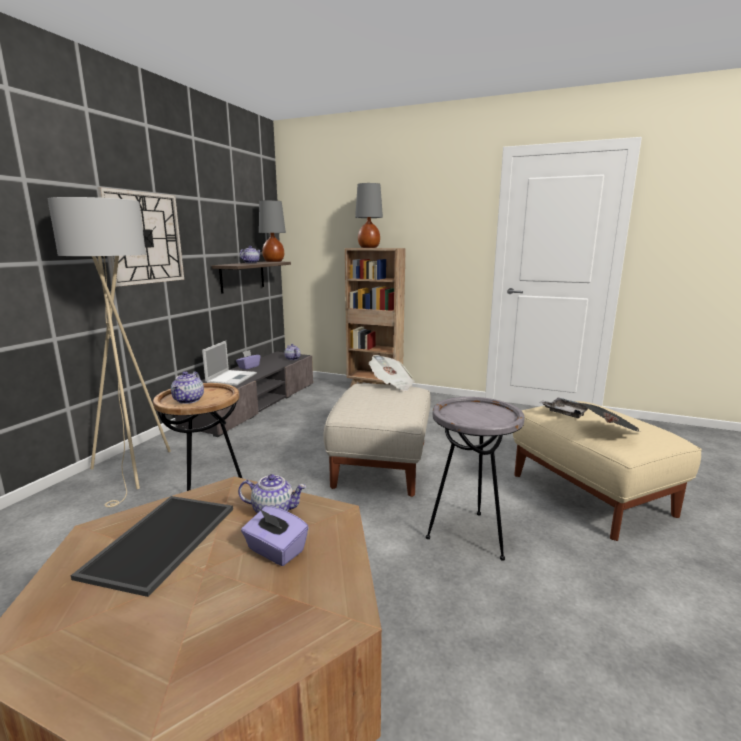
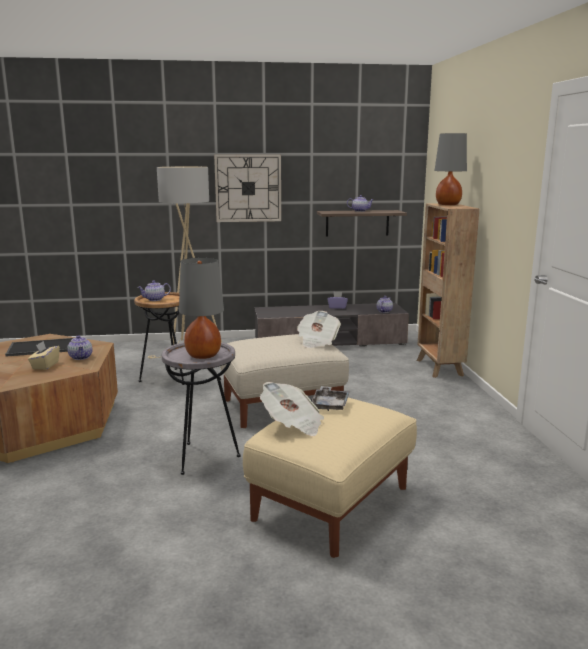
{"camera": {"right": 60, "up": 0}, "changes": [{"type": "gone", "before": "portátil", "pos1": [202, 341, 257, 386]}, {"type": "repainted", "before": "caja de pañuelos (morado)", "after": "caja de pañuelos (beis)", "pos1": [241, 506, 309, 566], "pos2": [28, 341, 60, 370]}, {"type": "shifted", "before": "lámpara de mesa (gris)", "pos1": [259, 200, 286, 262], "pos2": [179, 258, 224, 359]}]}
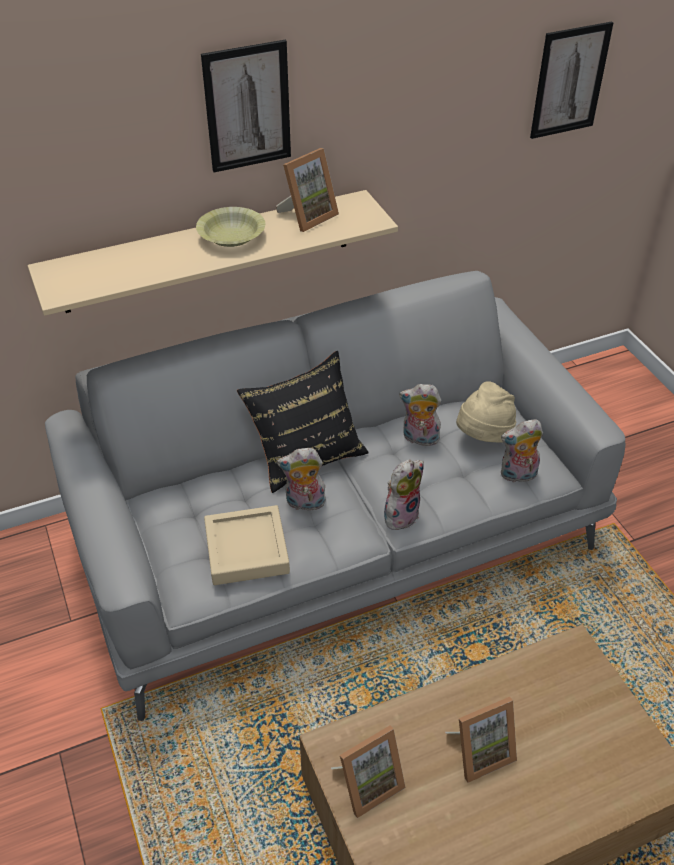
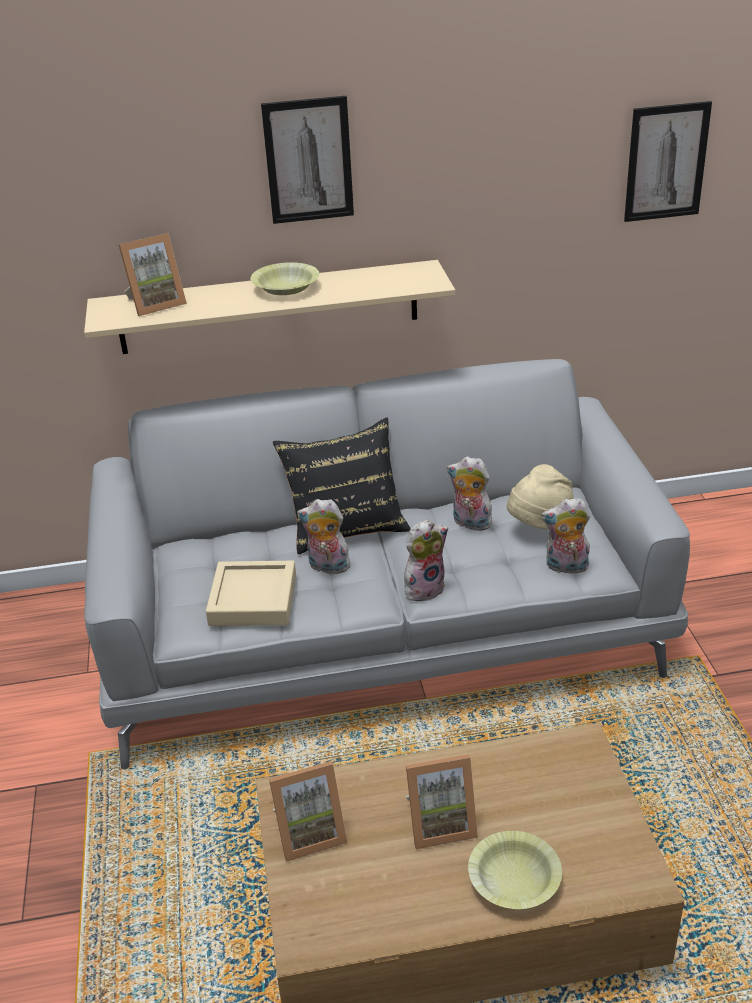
{"camera": {"right": 15, "up": -10}, "changes": [{"type": "shifted", "before": "portarretratos", "pos1": [276, 148, 339, 232], "pos2": [119, 233, 187, 316]}, {"type": "new", "after": "cuenco (amarillo)", "pos2": [468, 831, 562, 909]}]}
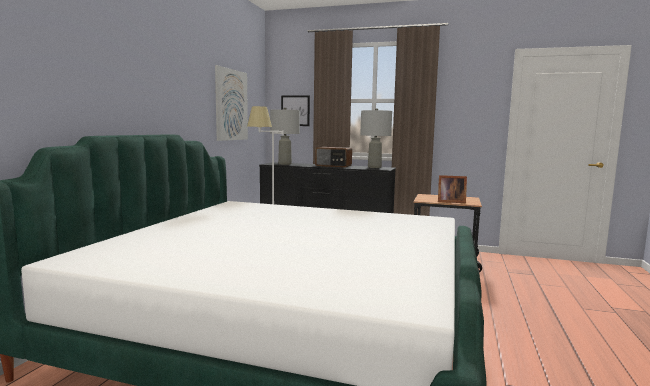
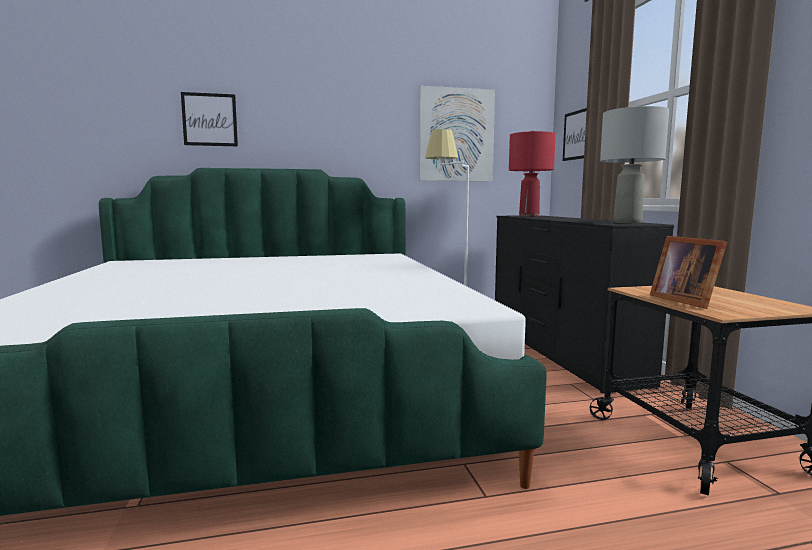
{"camera": {"right": 60, "up": 0}, "changes": [{"type": "repainted", "before": "lámpara de mesa (gris)", "after": "lámpara de mesa (rojo)", "pos1": [270, 108, 300, 165], "pos2": [509, 131, 556, 217]}, {"type": "gone", "before": "radio", "pos1": [315, 147, 352, 167]}, {"type": "new", "after": "cuadro", "pos2": [181, 92, 238, 146]}]}
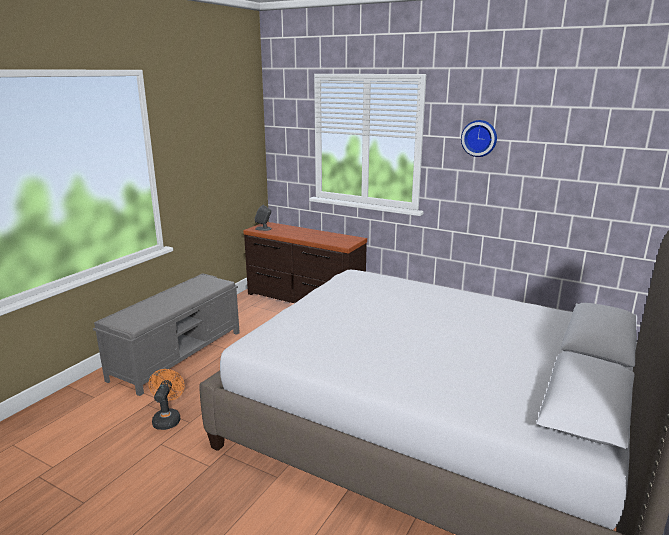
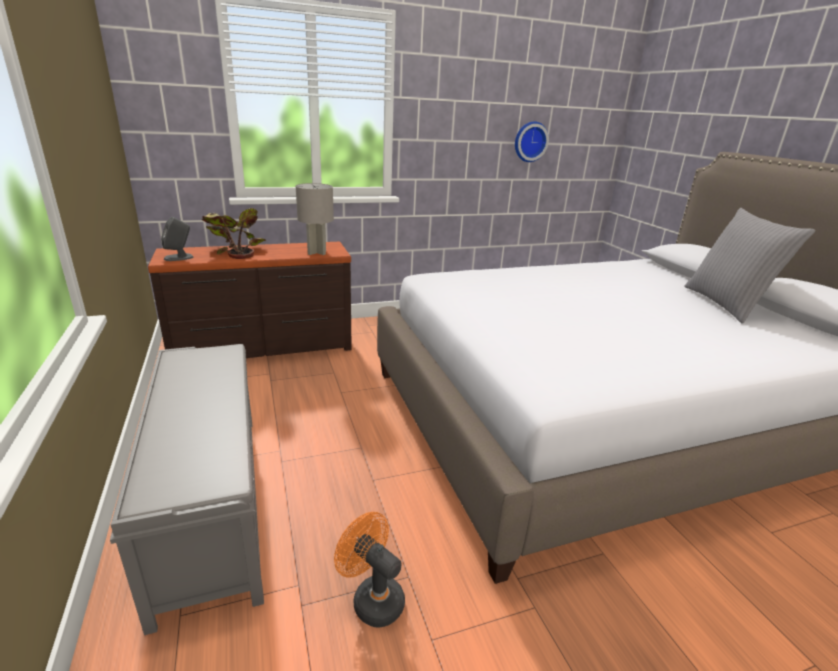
{"camera": {"right": -50, "up": 5}, "changes": [{"type": "shifted", "before": "reloj de pared", "pos1": [461, 120, 497, 157], "pos2": [515, 121, 549, 162]}, {"type": "new", "after": "planta en maceta", "pos2": [202, 208, 266, 259]}, {"type": "new", "after": "lámpara de mesa (gris)", "pos2": [296, 183, 334, 255]}, {"type": "new", "after": "cojín (gris)", "pos2": [684, 208, 815, 324]}]}
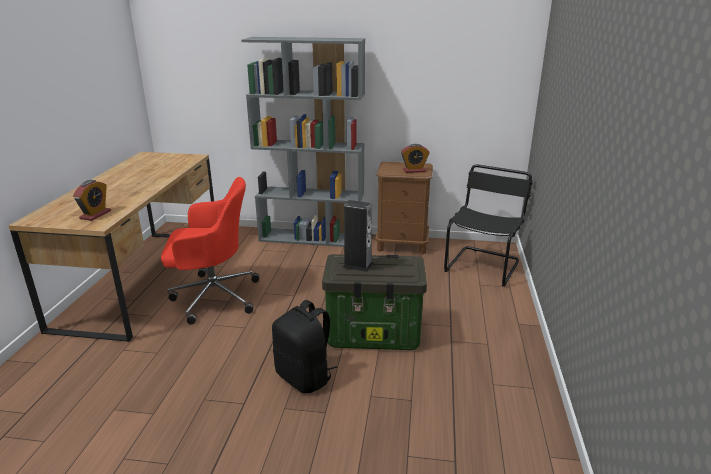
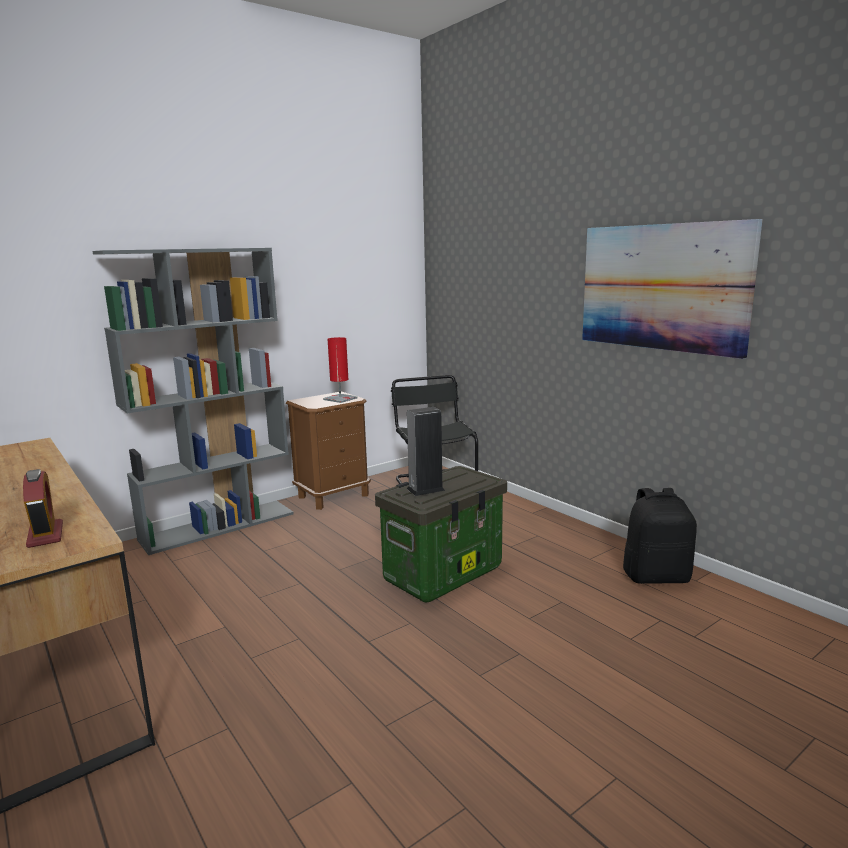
{"camera": {"right": -45, "up": -10}, "changes": [{"type": "gone", "before": "silla de oficina (rojo)", "pos1": [161, 177, 259, 325]}, {"type": "shifted", "before": "mochila (negro)", "pos1": [272, 300, 337, 393], "pos2": [623, 488, 697, 584]}, {"type": "swapped", "before": "despertador", "after": "lámpara de mesa (rojo)", "pos1": [401, 144, 429, 173], "pos2": [323, 337, 357, 403]}, {"type": "new", "after": "cuadro", "pos2": [582, 219, 763, 359]}]}
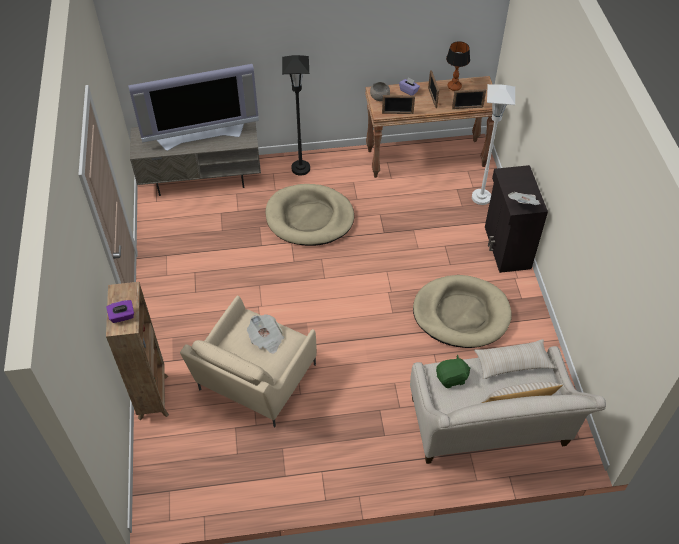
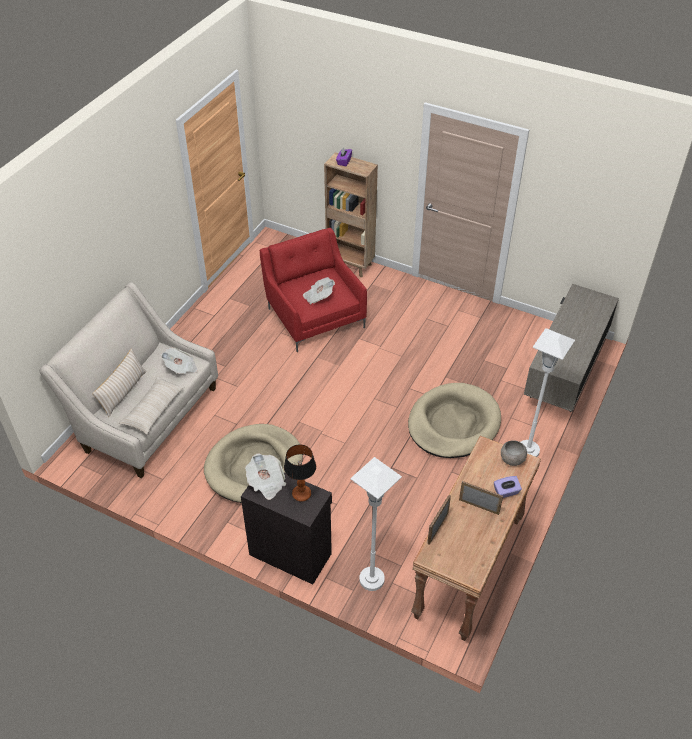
{"camera": {"right": 125, "up": -5}, "changes": [{"type": "gone", "before": "televisor", "pos1": [128, 64, 259, 151]}, {"type": "repainted", "before": "sillón (beis)", "after": "sillón (rojo)", "pos1": [180, 296, 317, 427], "pos2": [260, 228, 367, 352]}, {"type": "repainted", "before": "lámpara de pie (negro)", "after": "lámpara de pie (blanco)", "pos1": [282, 55, 310, 176], "pos2": [521, 328, 575, 457]}, {"type": "gone", "before": "portarretratos", "pos1": [382, 95, 415, 114]}, {"type": "swapped", "before": "peluche (verde)", "after": "periódico", "pos1": [436, 355, 471, 388], "pos2": [161, 348, 198, 374]}, {"type": "shifted", "before": "lámpara de mesa", "pos1": [446, 41, 470, 91], "pos2": [284, 444, 316, 502]}]}
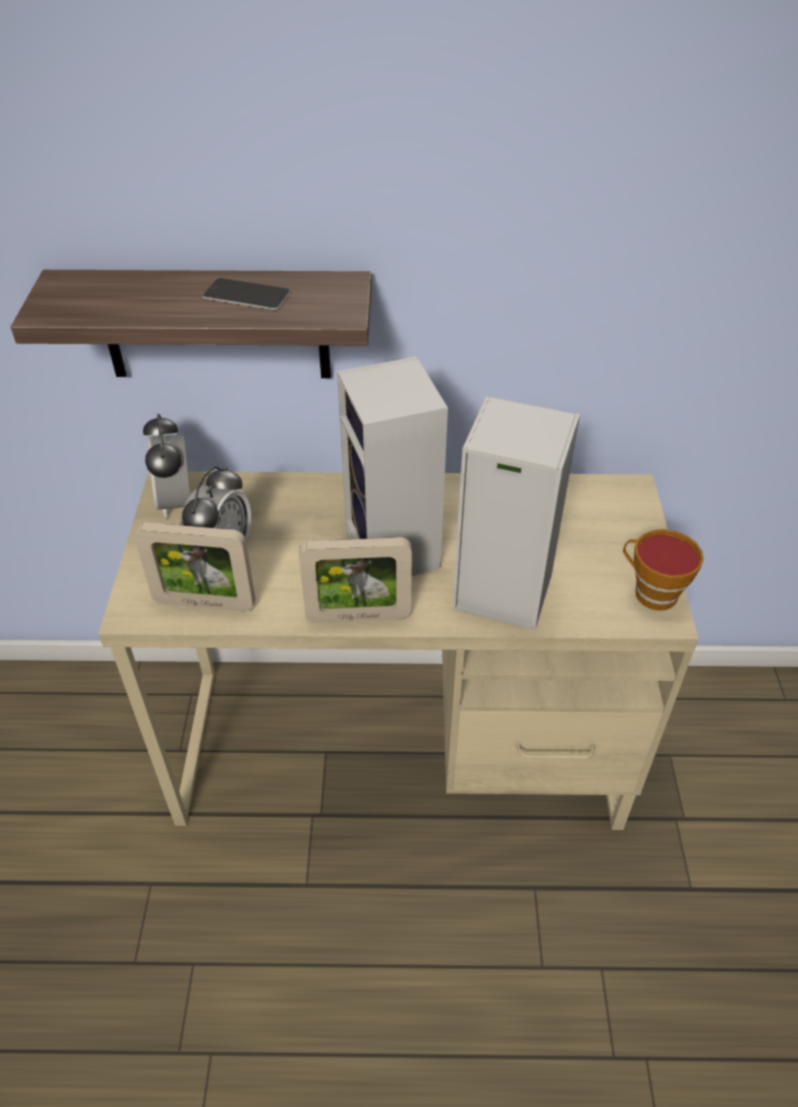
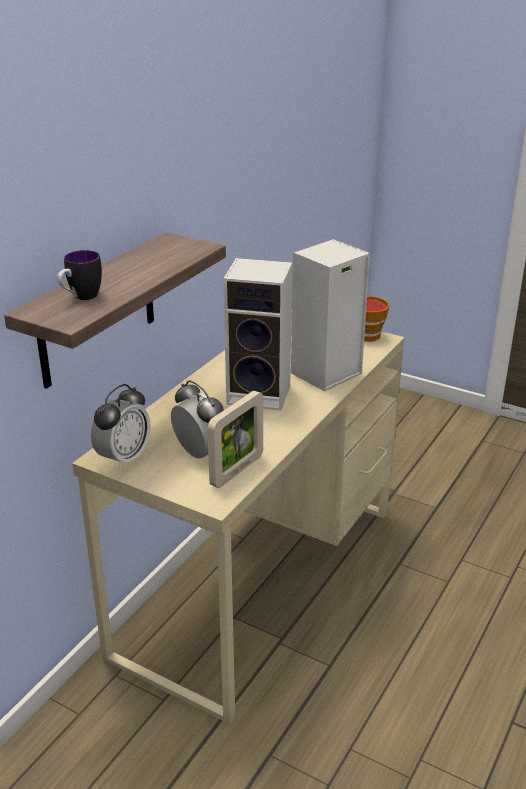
{"camera": {"right": -60, "up": -15}, "changes": [{"type": "rotated", "before": "despertador", "pos1": [143, 414, 191, 519], "pos2": [91, 384, 151, 470], "turn": -75}, {"type": "gone", "before": "móvil", "pos1": [202, 278, 291, 310]}, {"type": "gone", "before": "portarretratos", "pos1": [299, 537, 412, 623]}, {"type": "new", "after": "taza grande", "pos2": [57, 250, 102, 300]}]}
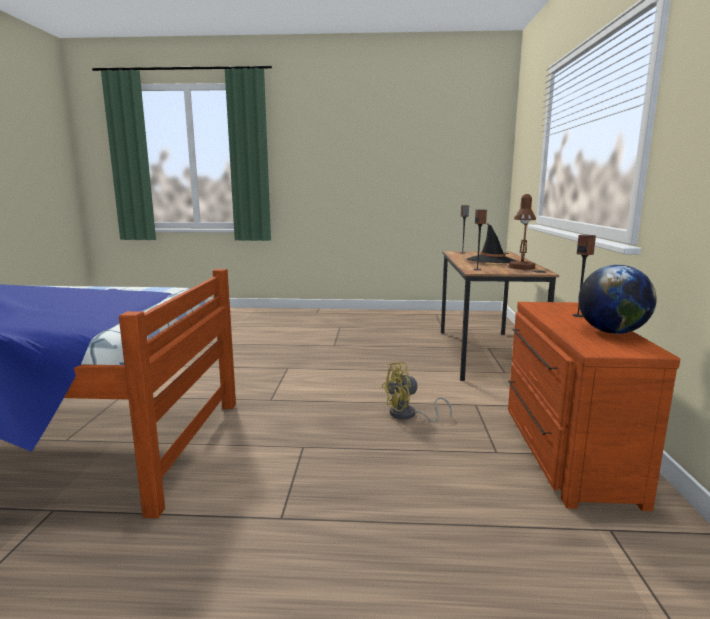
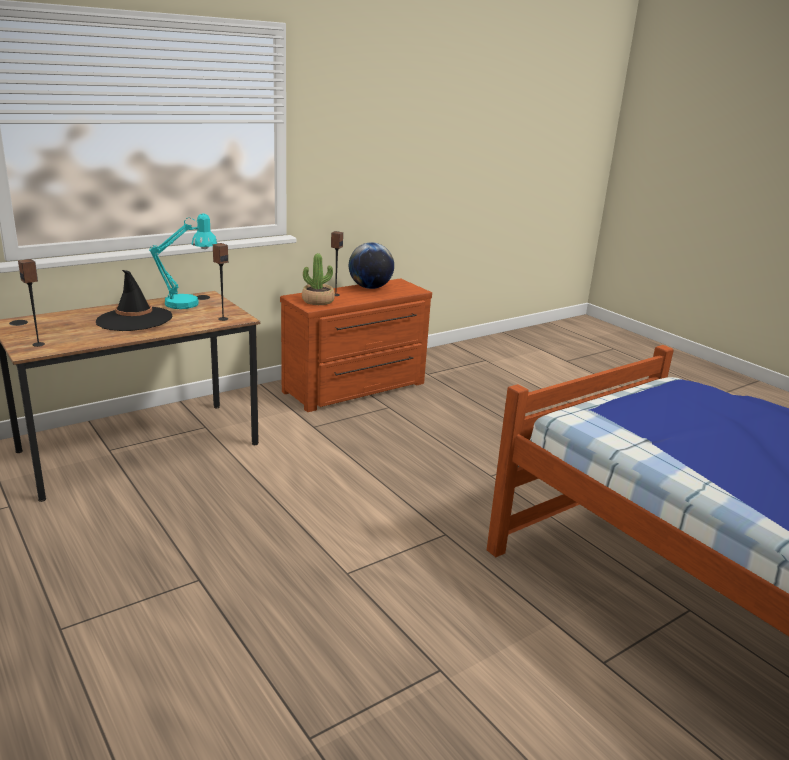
{"camera": {"right": -130, "up": 10}, "changes": [{"type": "gone", "before": "ventilador (amarillo)", "pos1": [382, 362, 452, 422]}, {"type": "repainted", "before": "lámpara de mesa (marrón)", "after": "lámpara de mesa (turquesa)", "pos1": [508, 194, 536, 270], "pos2": [149, 213, 218, 309]}, {"type": "new", "after": "planta en maceta", "pos2": [302, 253, 335, 305]}]}
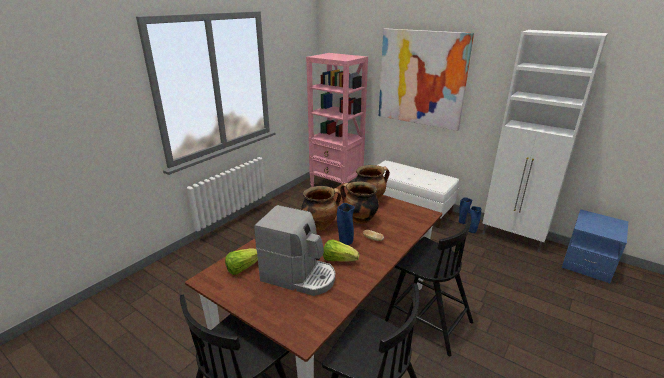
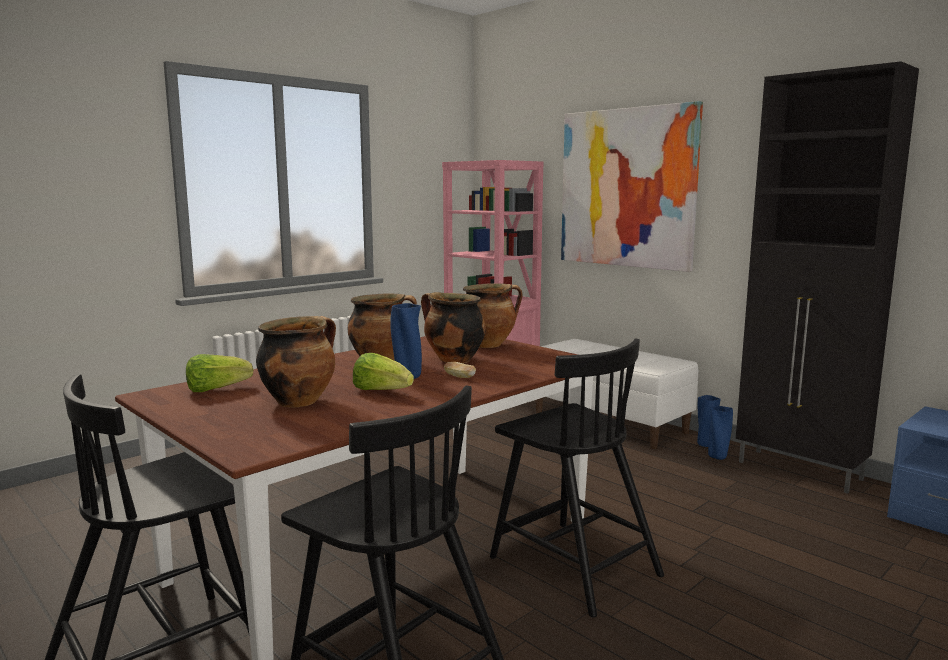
{"camera": {"right": 10, "up": -15}, "changes": [{"type": "swapped", "before": "cafetera", "after": "olla", "pos1": [254, 205, 335, 296], "pos2": [256, 316, 336, 408]}, {"type": "repainted", "before": "armario (blanco)", "after": "armario (negro)", "pos1": [482, 30, 608, 252], "pos2": [736, 61, 919, 494]}]}
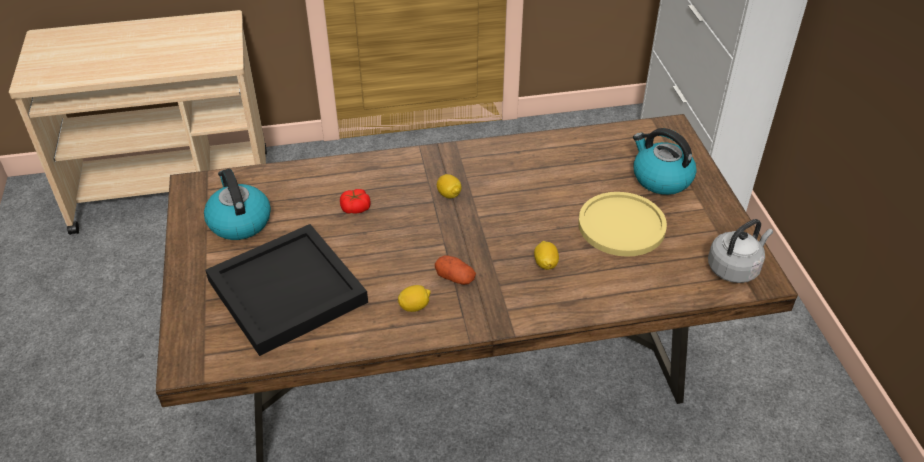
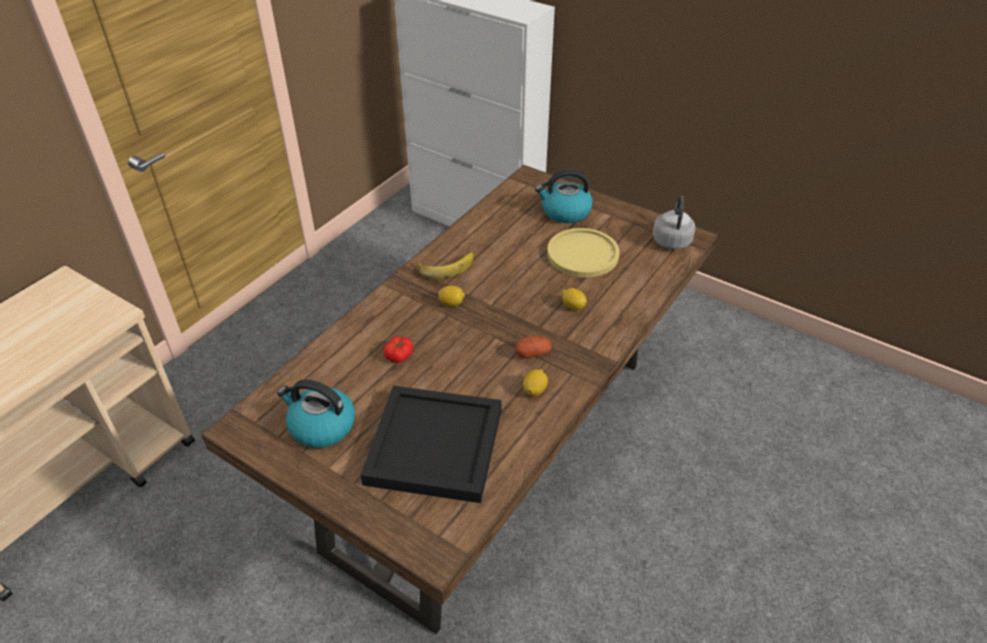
{"camera": {"right": -45, "up": 0}, "changes": [{"type": "new", "after": "plátano", "pos2": [417, 253, 474, 280]}]}
